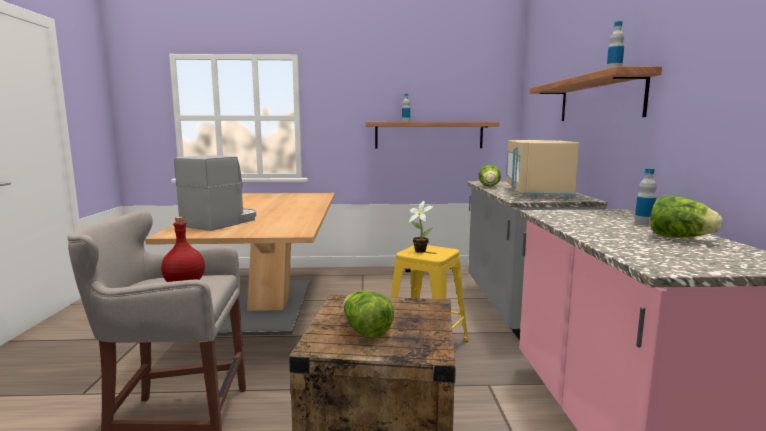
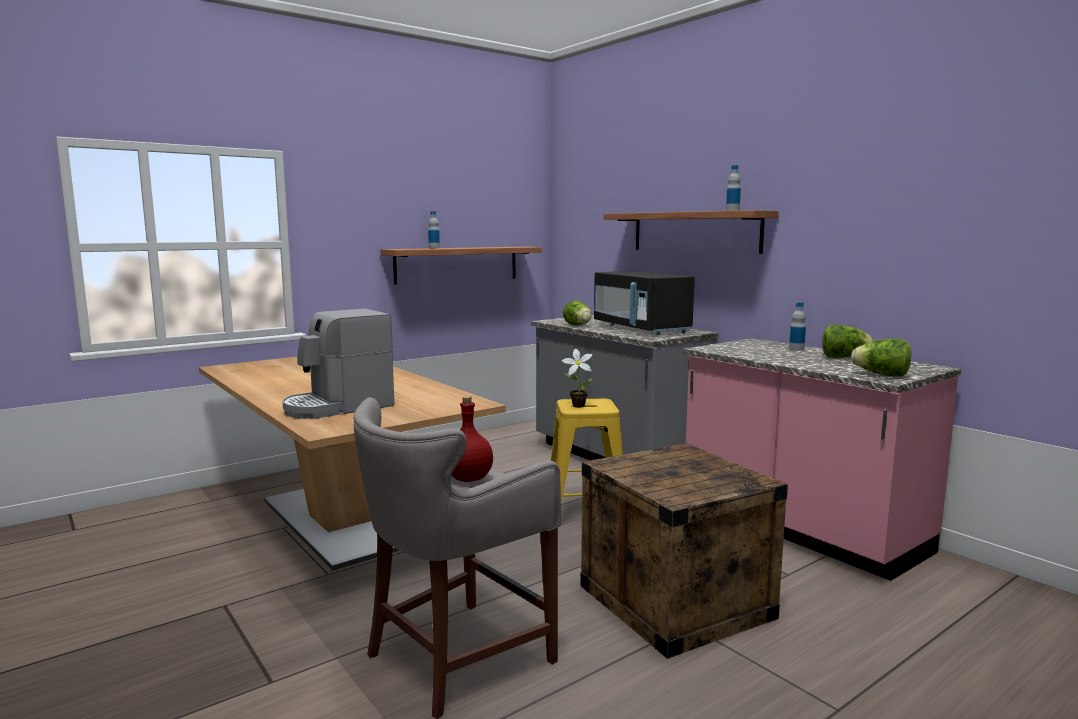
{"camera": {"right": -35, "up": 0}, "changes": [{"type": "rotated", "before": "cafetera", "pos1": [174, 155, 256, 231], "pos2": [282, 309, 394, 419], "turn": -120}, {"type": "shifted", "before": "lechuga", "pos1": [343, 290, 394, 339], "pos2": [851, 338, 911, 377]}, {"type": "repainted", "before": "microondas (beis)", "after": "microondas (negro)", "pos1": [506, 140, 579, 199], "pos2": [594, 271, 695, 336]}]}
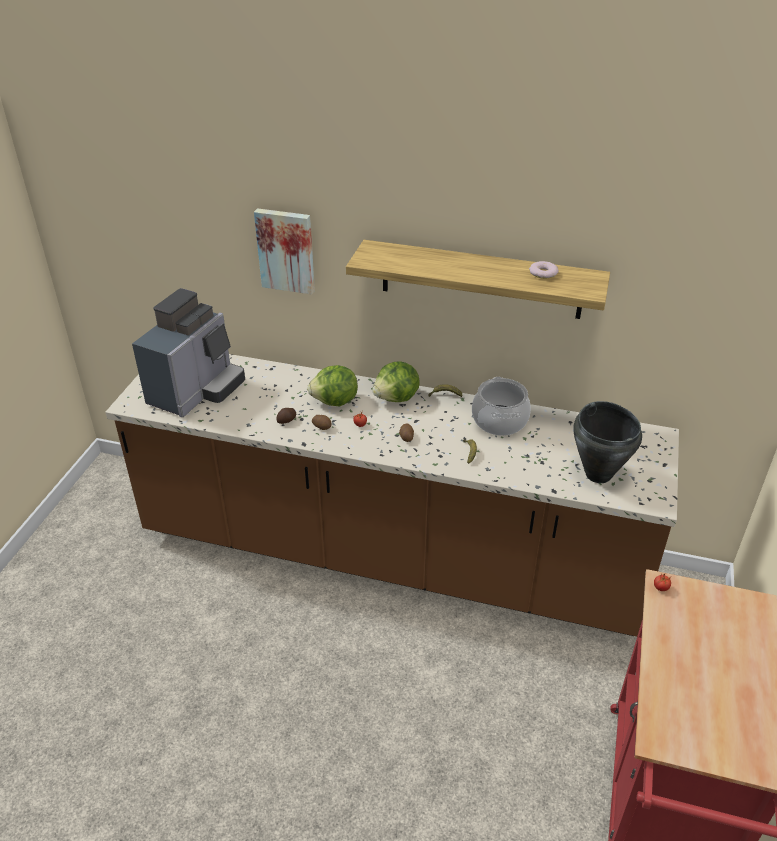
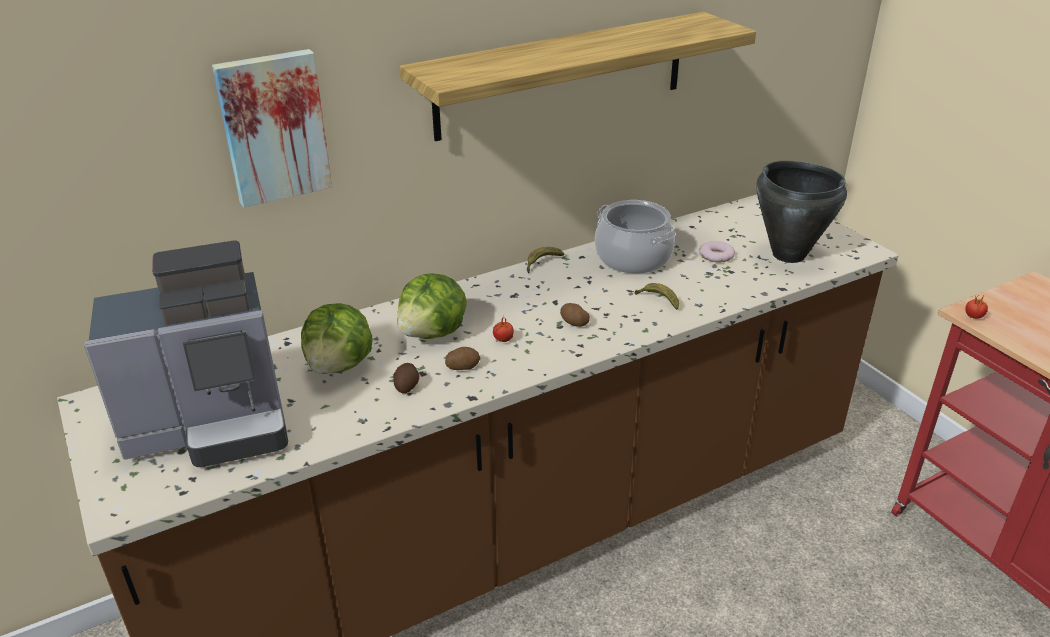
{"camera": {"right": -45, "up": -5}, "changes": [{"type": "rotated", "before": "cafetera", "pos1": [132, 288, 245, 417], "pos2": [84, 240, 288, 467], "turn": 90}, {"type": "shifted", "before": "lechuga", "pos1": [372, 362, 420, 402], "pos2": [301, 303, 373, 374]}, {"type": "shifted", "before": "rosquilla", "pos1": [529, 261, 559, 279], "pos2": [699, 241, 735, 263]}]}
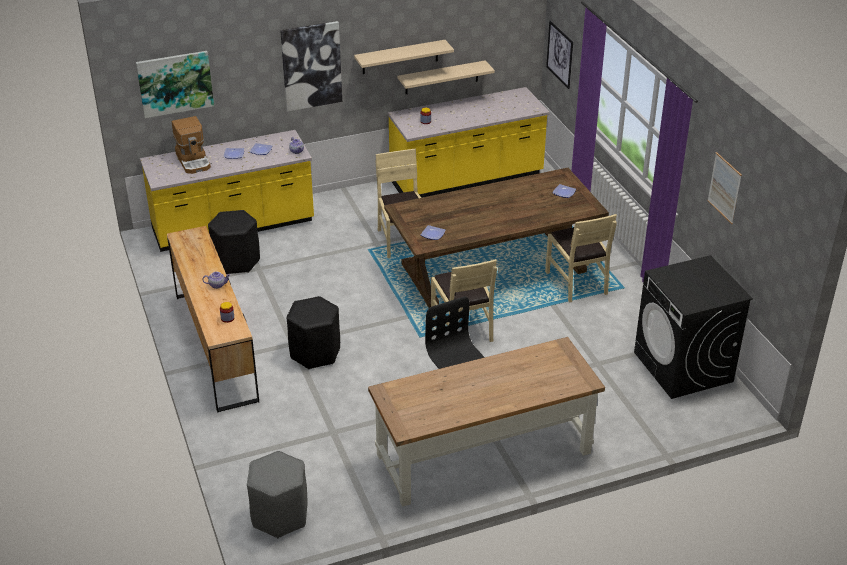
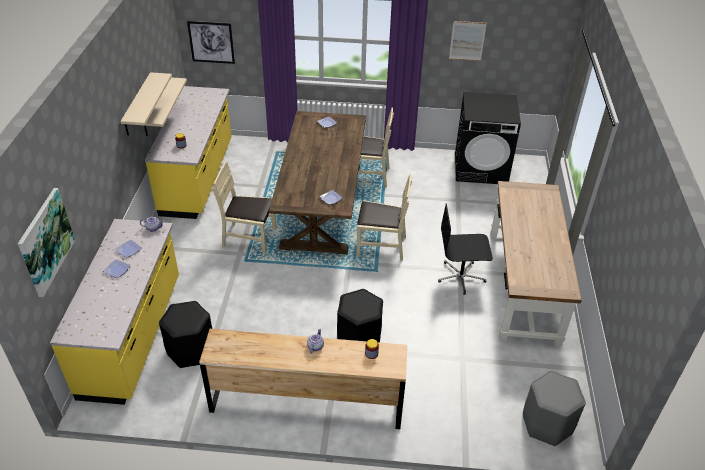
{"camera": {"right": -65, "up": 5}, "changes": [{"type": "gone", "before": "cafetera", "pos1": [171, 116, 211, 174]}, {"type": "gone", "before": "cuadro", "pos1": [280, 21, 342, 112]}]}
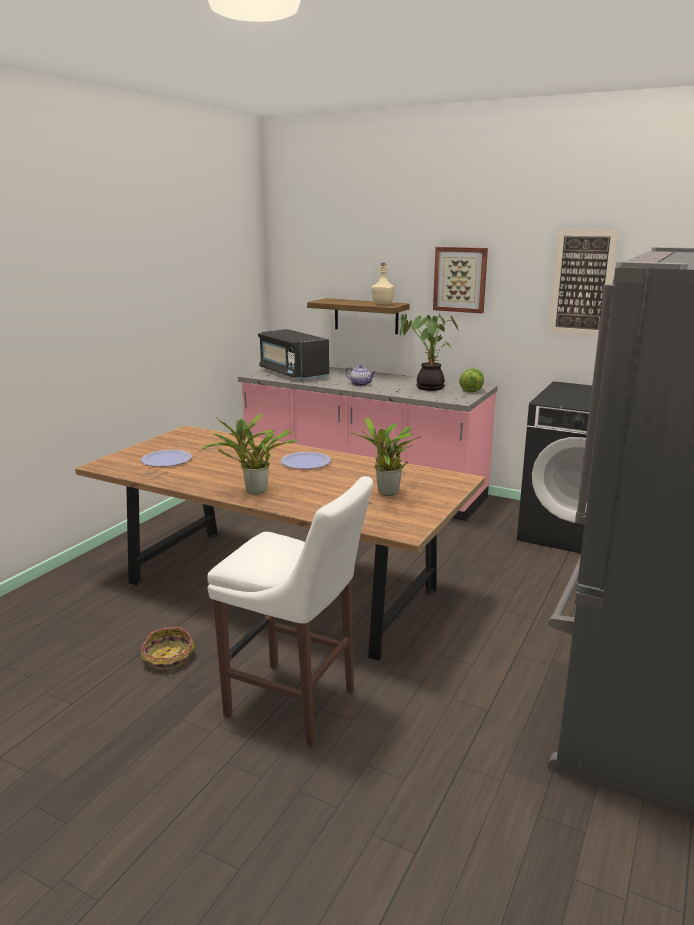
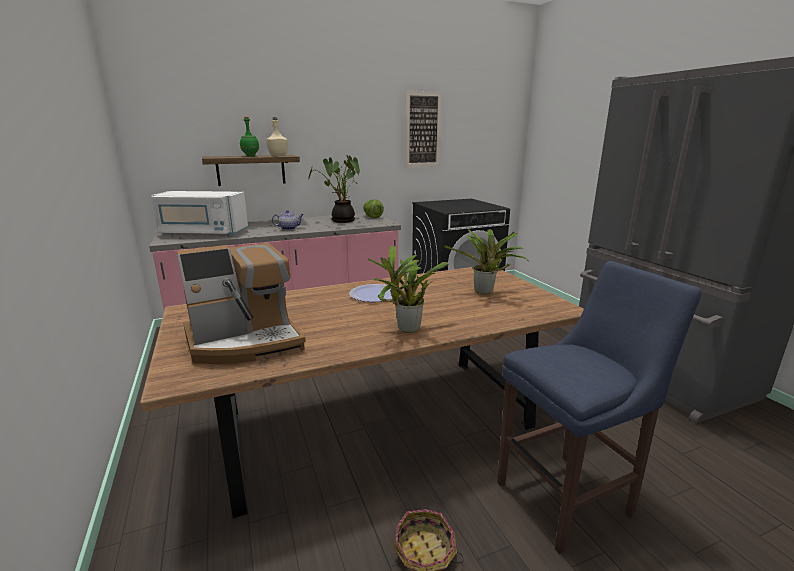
{"camera": {"right": -50, "up": 0}, "changes": [{"type": "swapped", "before": "plato", "after": "cafetera", "pos1": [141, 450, 192, 467], "pos2": [177, 243, 306, 364]}, {"type": "repainted", "before": "taburete (blanco)", "after": "taburete (azul)", "pos1": [207, 476, 373, 747], "pos2": [497, 261, 702, 554]}, {"type": "repainted", "before": "microondas (negro)", "after": "microondas (blanco)", "pos1": [258, 329, 329, 381], "pos2": [151, 191, 248, 236]}, {"type": "gone", "before": "cuadro", "pos1": [433, 247, 488, 313]}, {"type": "new", "after": "botella (verde)", "pos2": [240, 117, 259, 156]}]}
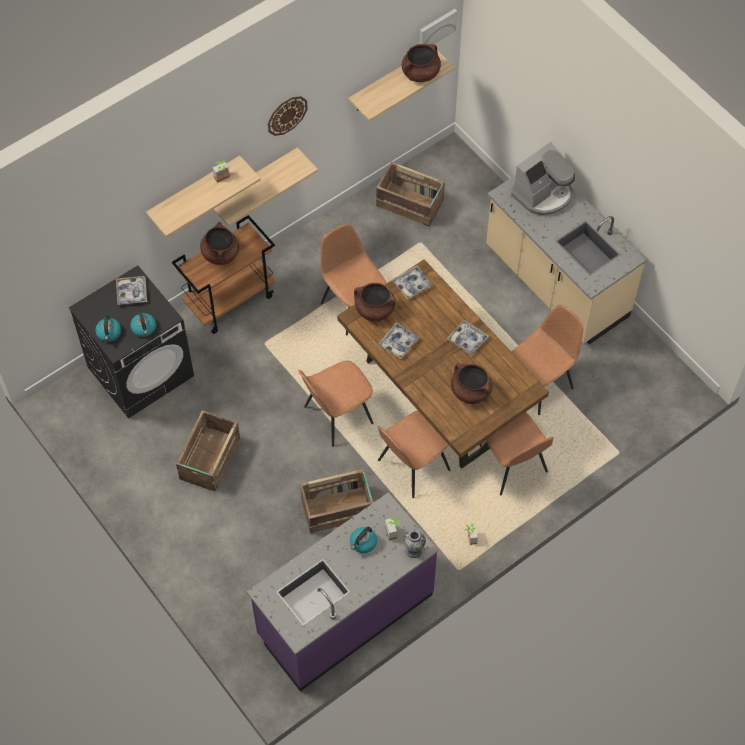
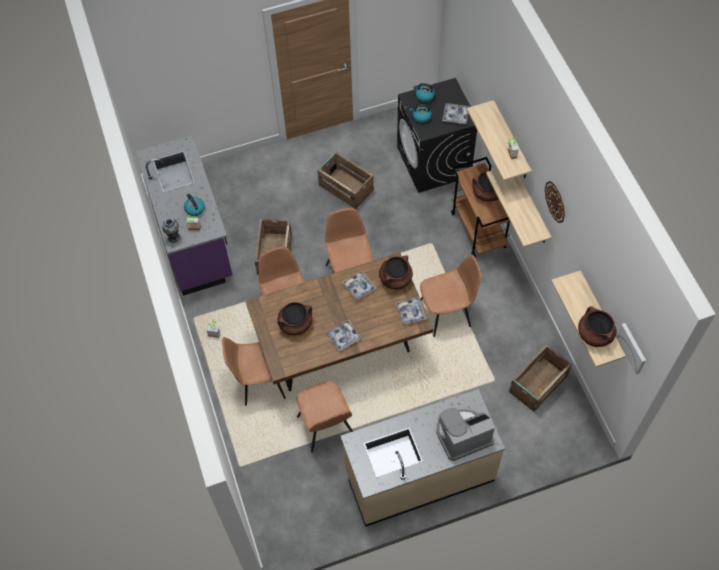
{"camera": {"right": 110, "up": 0}, "changes": [{"type": "rotated", "before": "cafetera", "pos1": [511, 142, 575, 216], "pos2": [437, 407, 495, 461], "turn": 90}]}
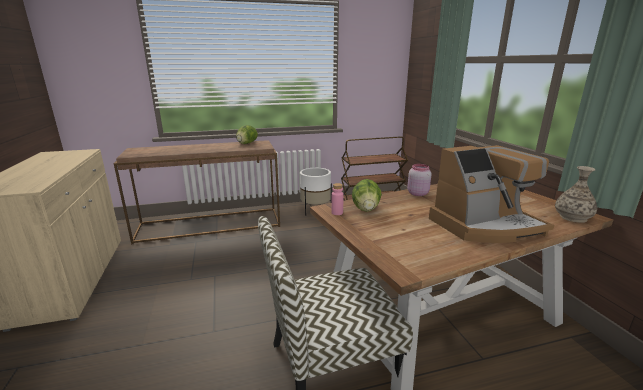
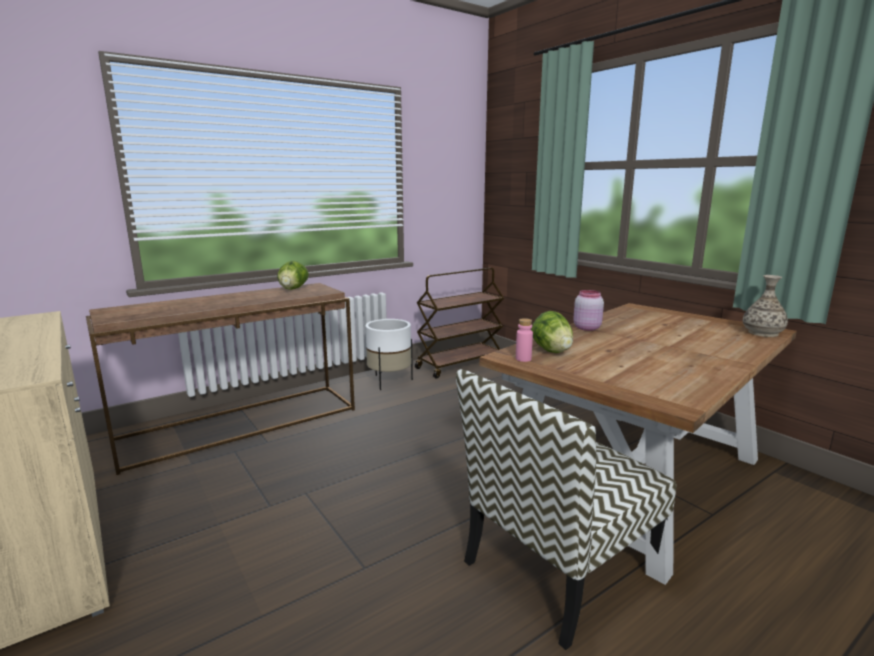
{"camera": {"right": -20, "up": -5}, "changes": [{"type": "gone", "before": "cafetera", "pos1": [429, 145, 555, 243]}]}
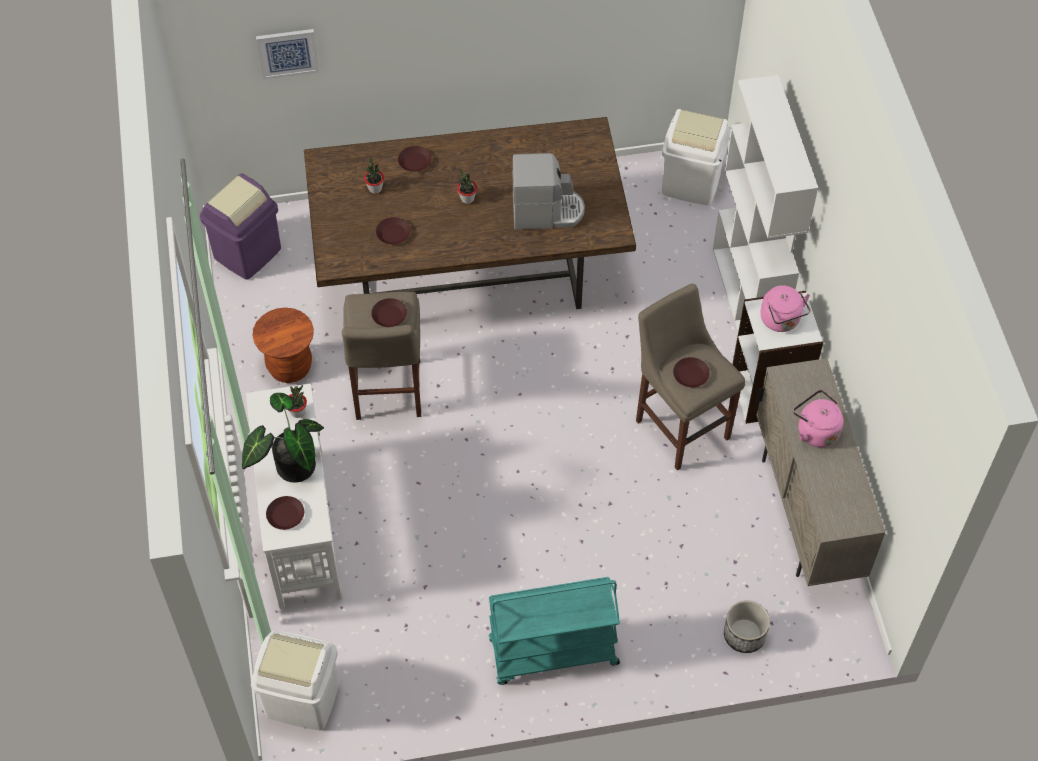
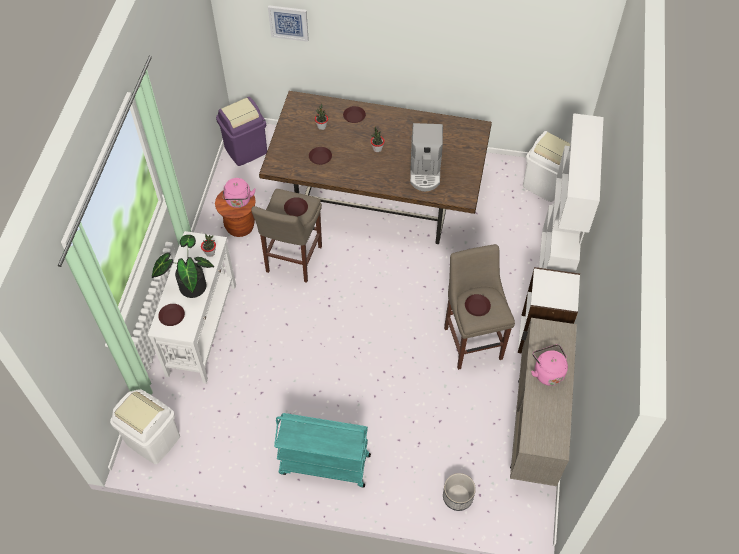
{"camera": {"right": 20, "up": 0}, "changes": [{"type": "rotated", "before": "cafetera", "pos1": [512, 153, 585, 230], "pos2": [410, 123, 443, 191], "turn": 75}, {"type": "shifted", "before": "hervidor (rosa)", "pos1": [760, 285, 811, 332], "pos2": [223, 178, 256, 208]}]}
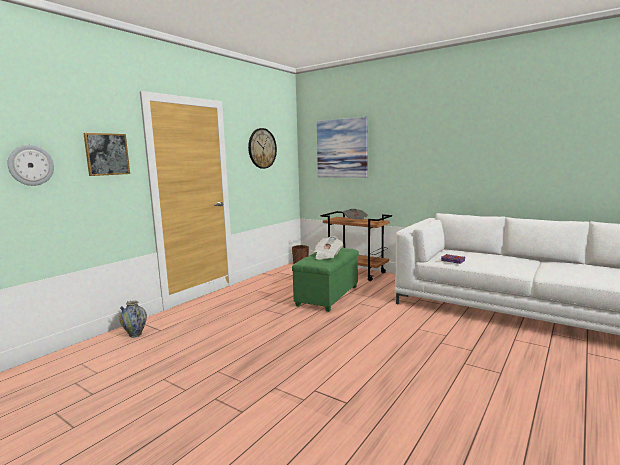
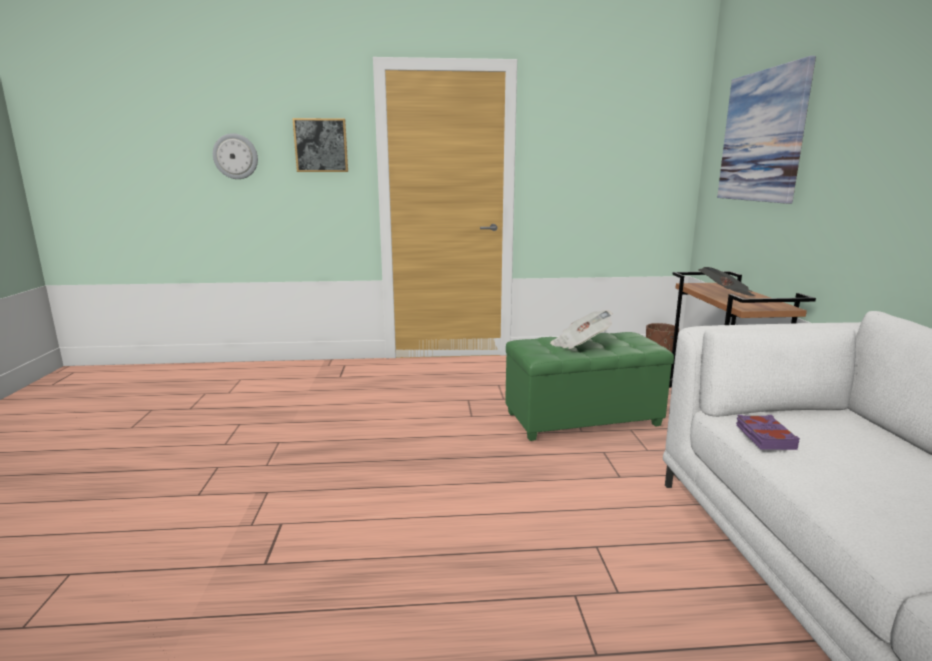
{"camera": {"right": 50, "up": 5}, "changes": [{"type": "gone", "before": "florero", "pos1": [119, 301, 147, 338]}, {"type": "gone", "before": "reloj de pared", "pos1": [248, 128, 277, 169]}]}
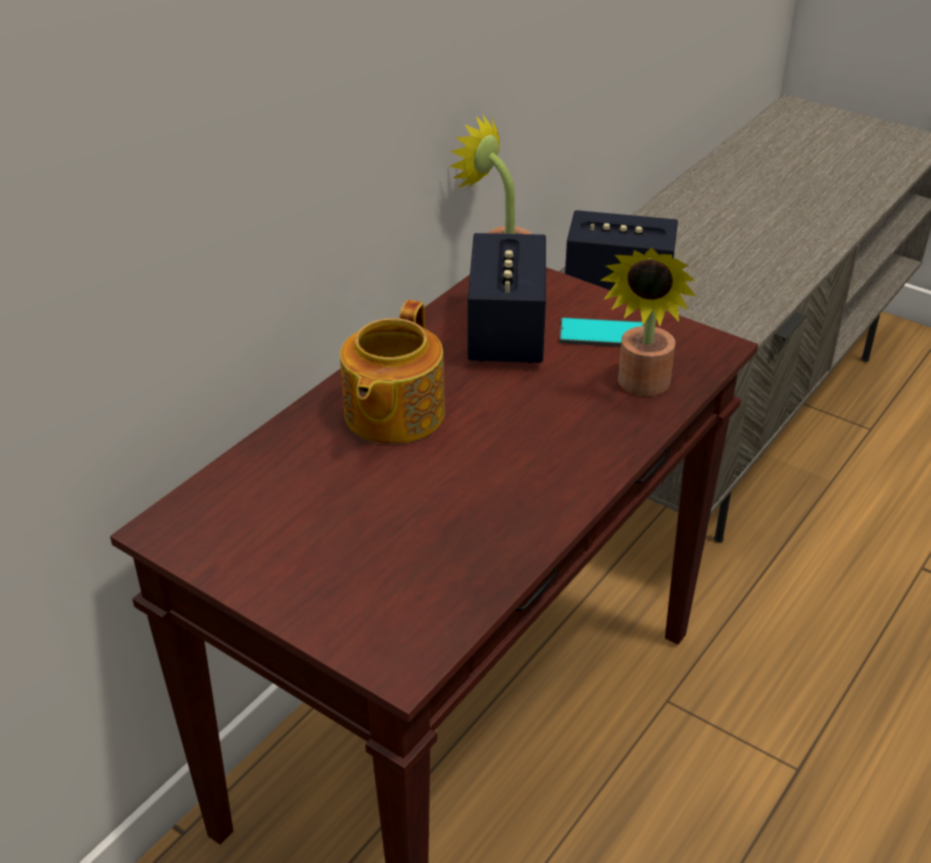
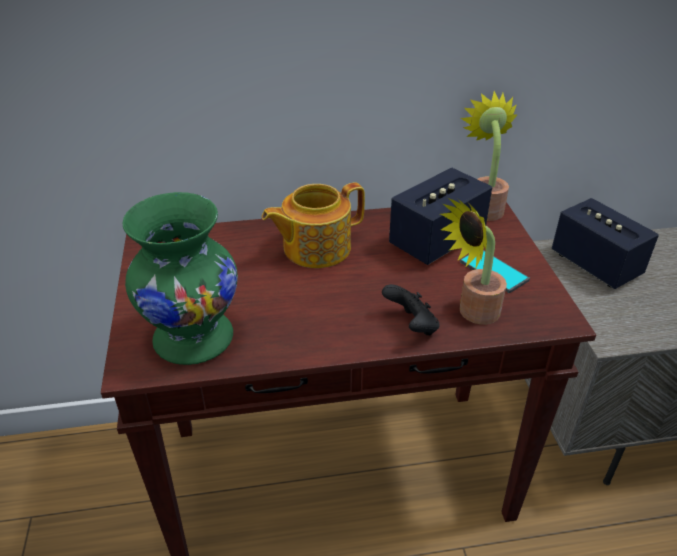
{"camera": {"right": 45, "up": 0}, "changes": [{"type": "new", "after": "florero (verde)", "pos2": [123, 192, 238, 365]}, {"type": "new", "after": "mando de consola (negro)", "pos2": [382, 284, 440, 336]}]}
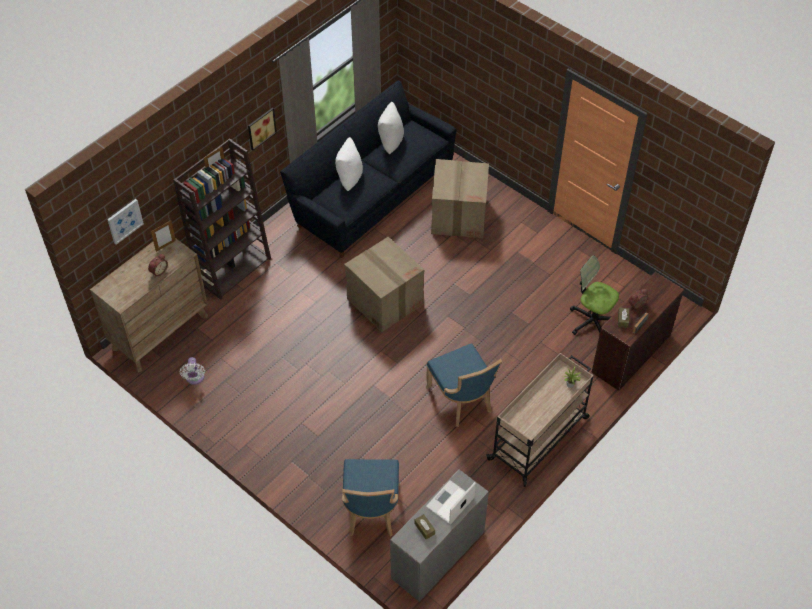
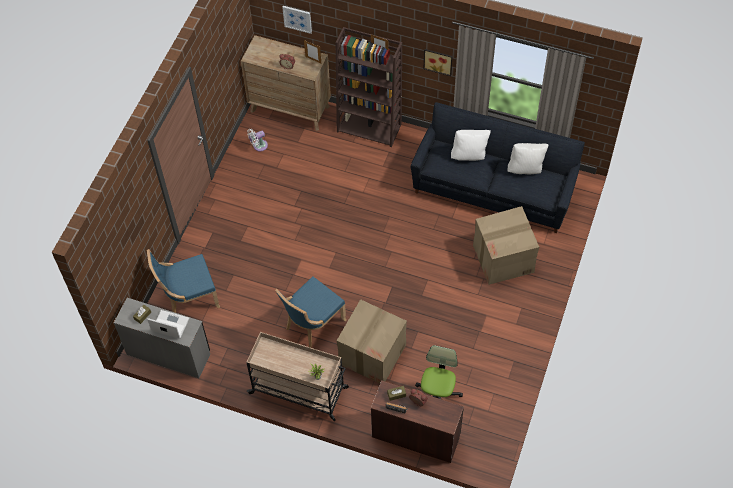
{"camera": {"right": 70, "up": 5}, "changes": [{"type": "shifted", "before": "caja de cartón", "pos1": [344, 237, 425, 332], "pos2": [337, 299, 407, 383]}]}
